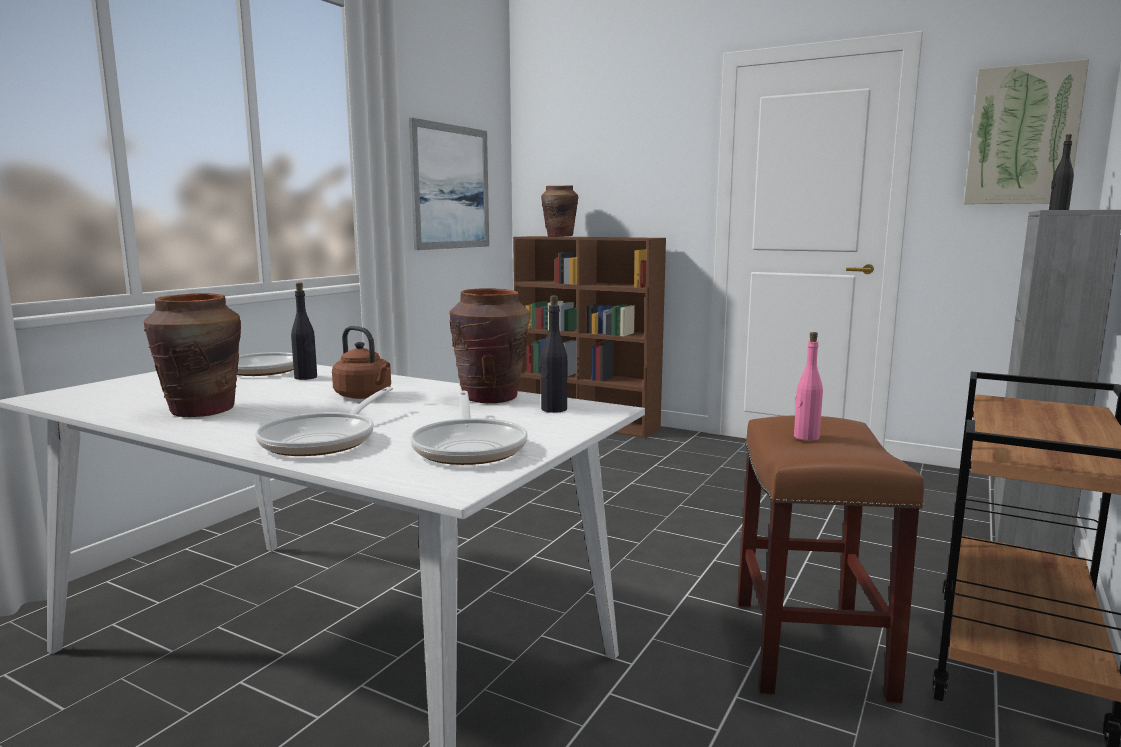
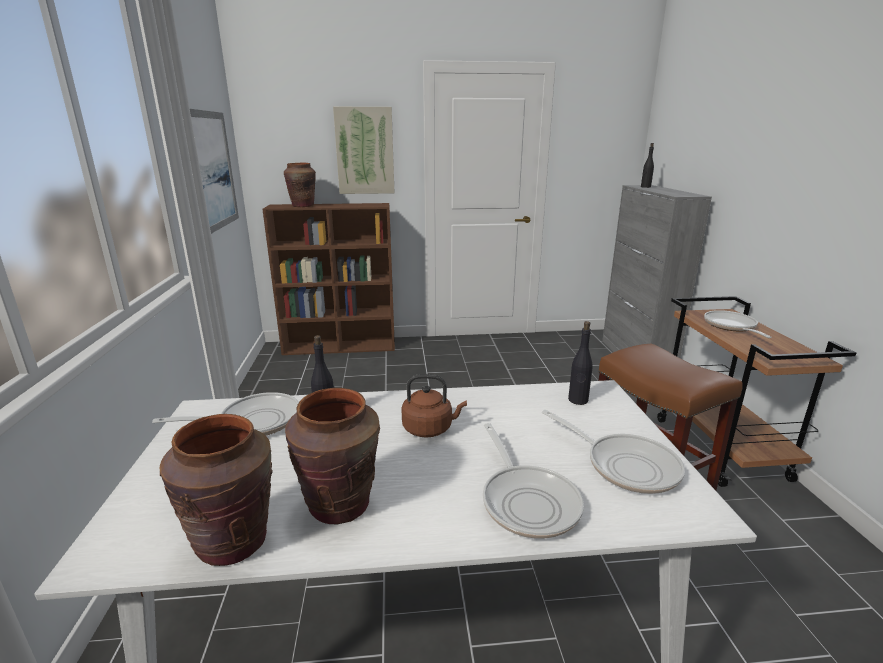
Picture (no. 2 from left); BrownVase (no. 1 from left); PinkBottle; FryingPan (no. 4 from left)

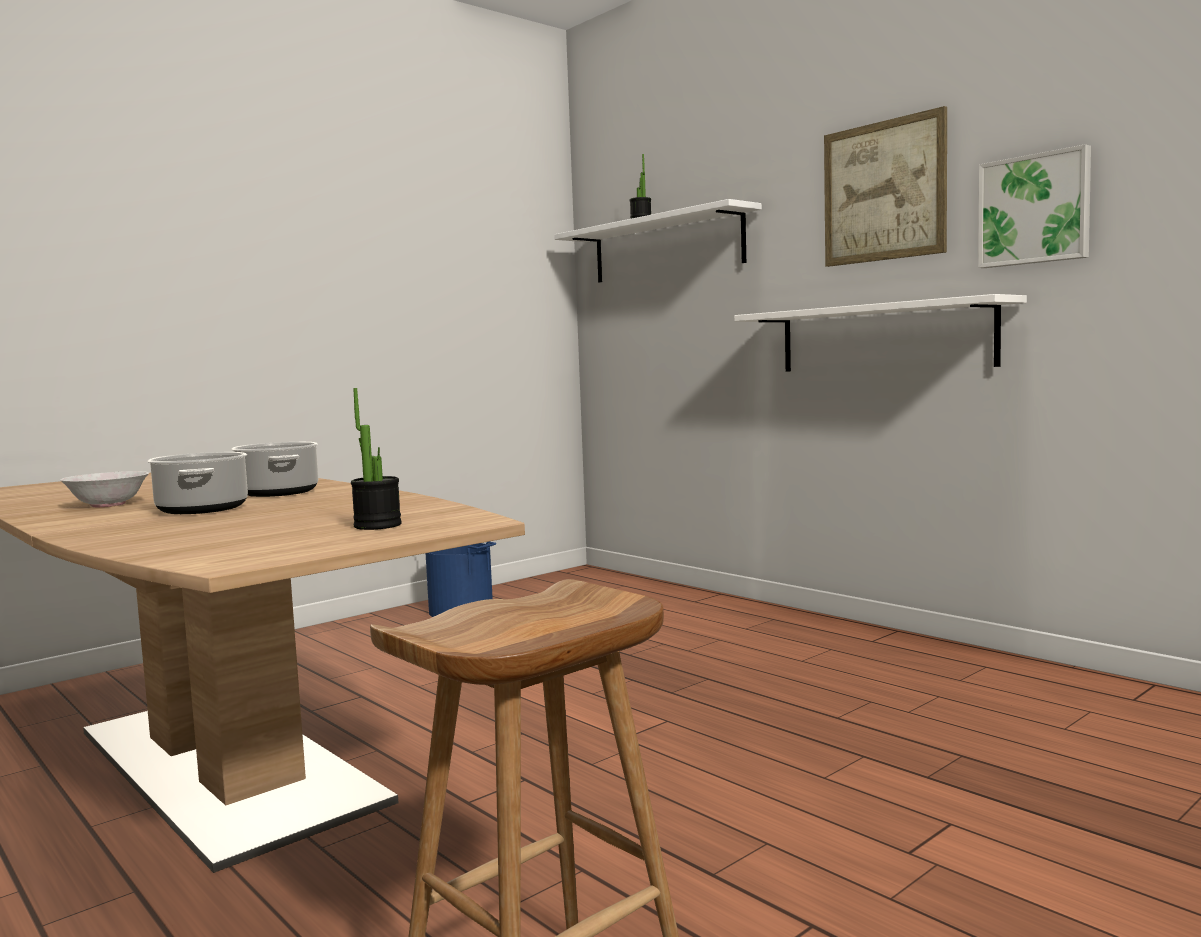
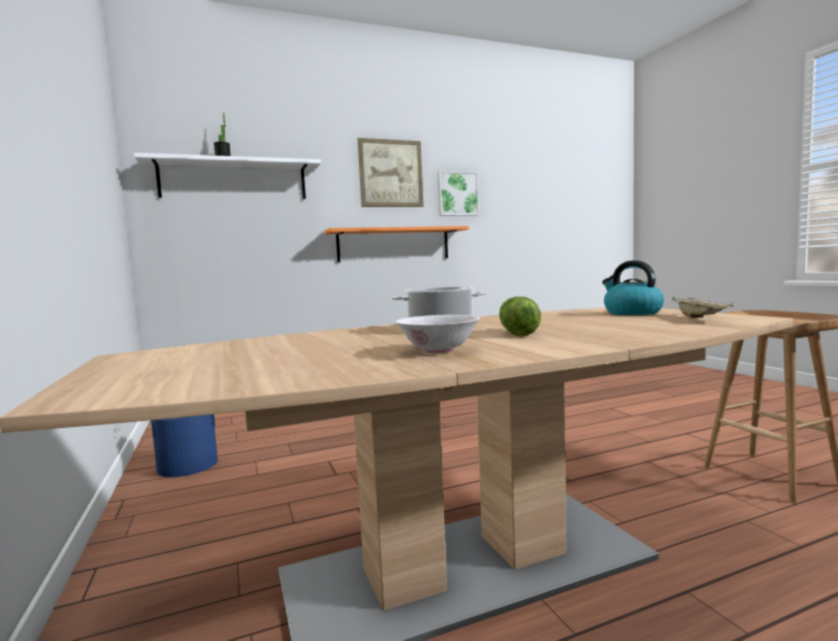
OrangeShelf; Kettle; Lettuce; BeigeTray

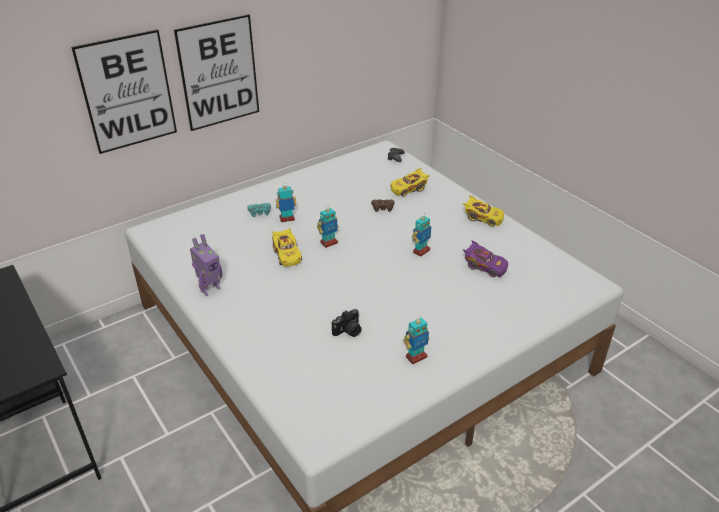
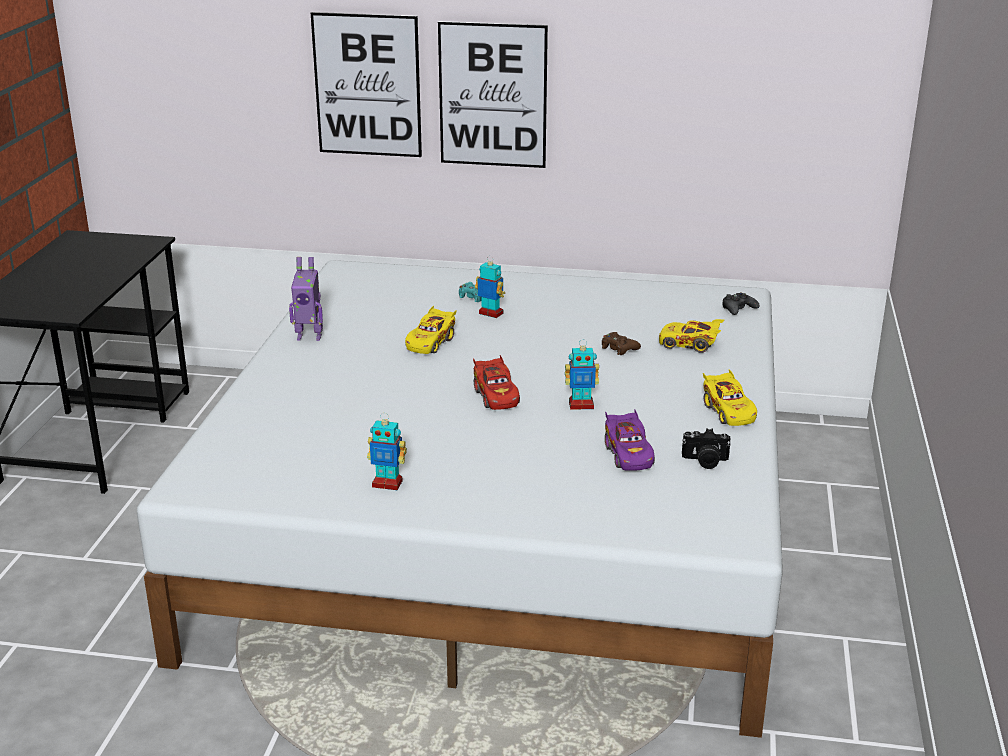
ToyRobot (no. 3 from left in the first image); PhotoCamera; RedToyCar

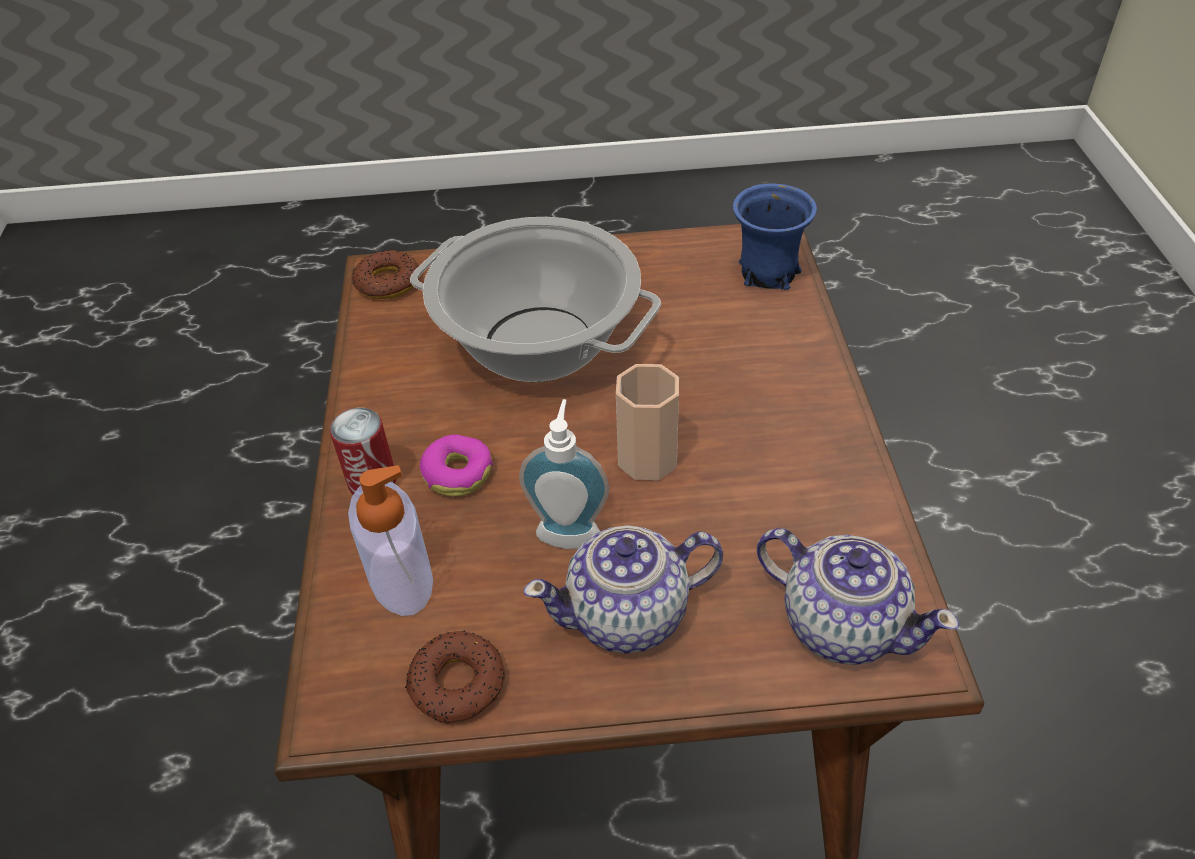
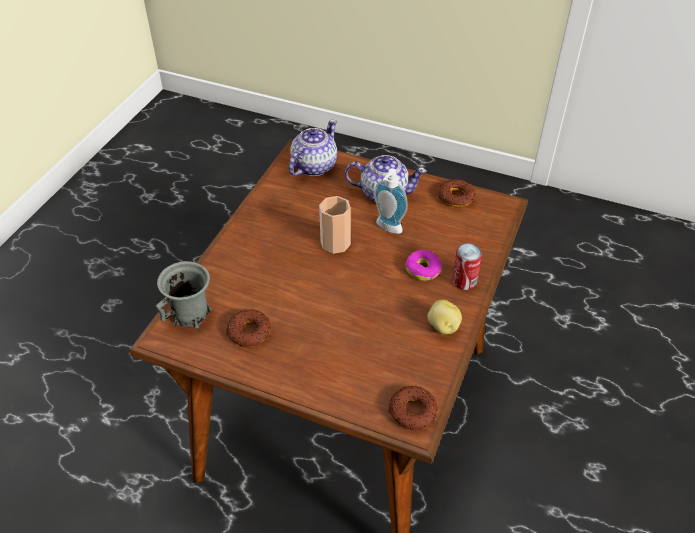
GreyMug; CookingPot; SoapDispenser (no. 1 from left in the first image); Teapot (no. 1 from left); Potato; Donut (no. 1 from left)

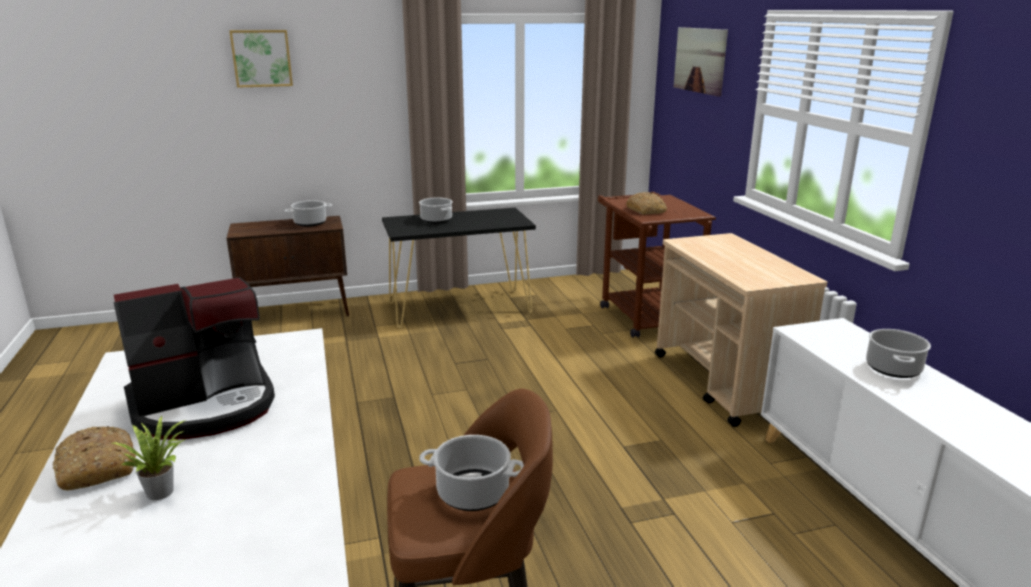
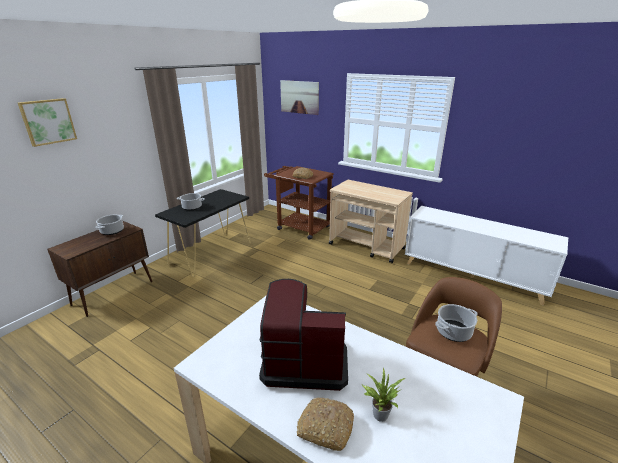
CoffeeMachine; CookingPot (no. 4 from left in the first image)

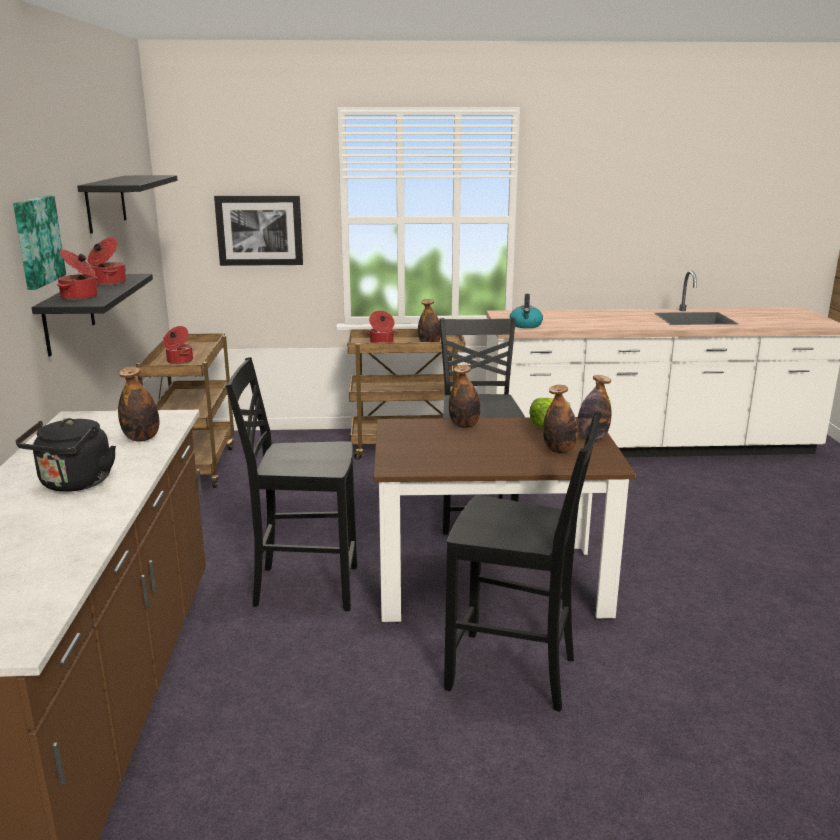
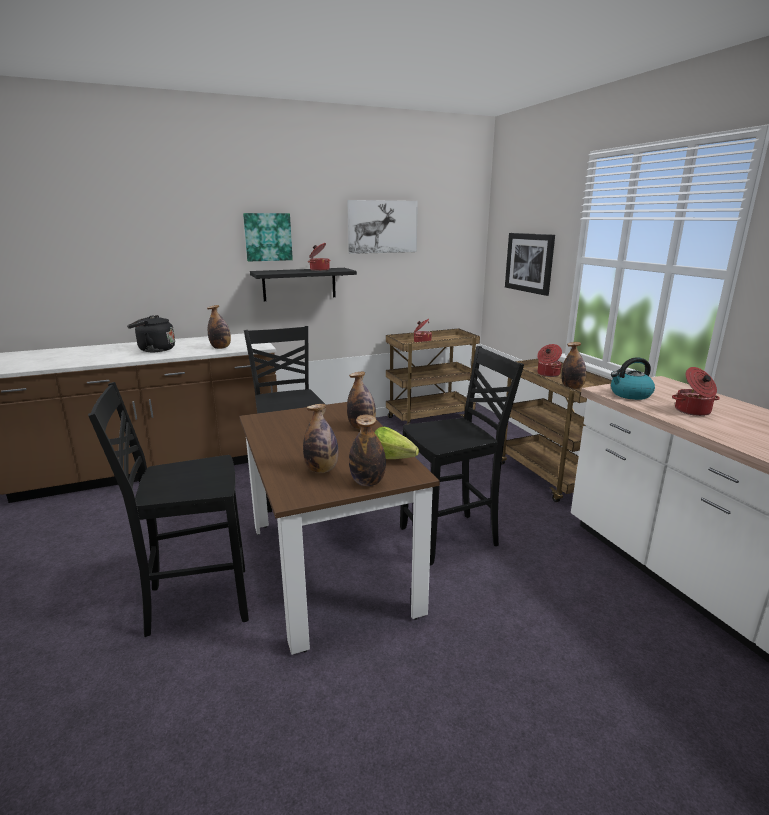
Picture (no. 2 from left); CookingPot (no. 4 from left); BlackChair (no. 1 from left)

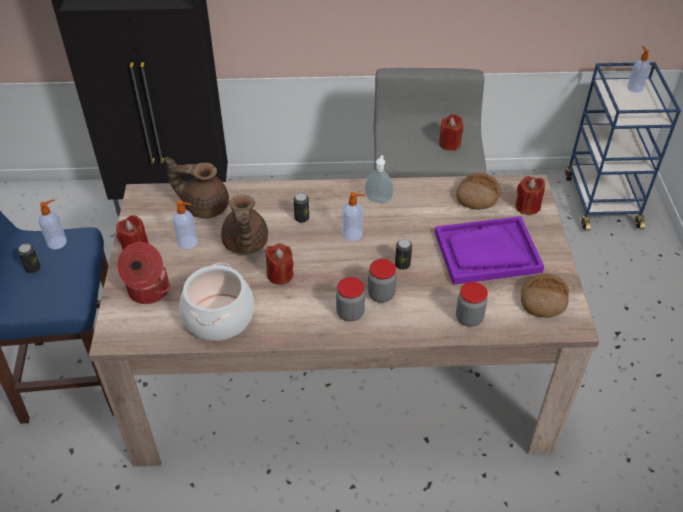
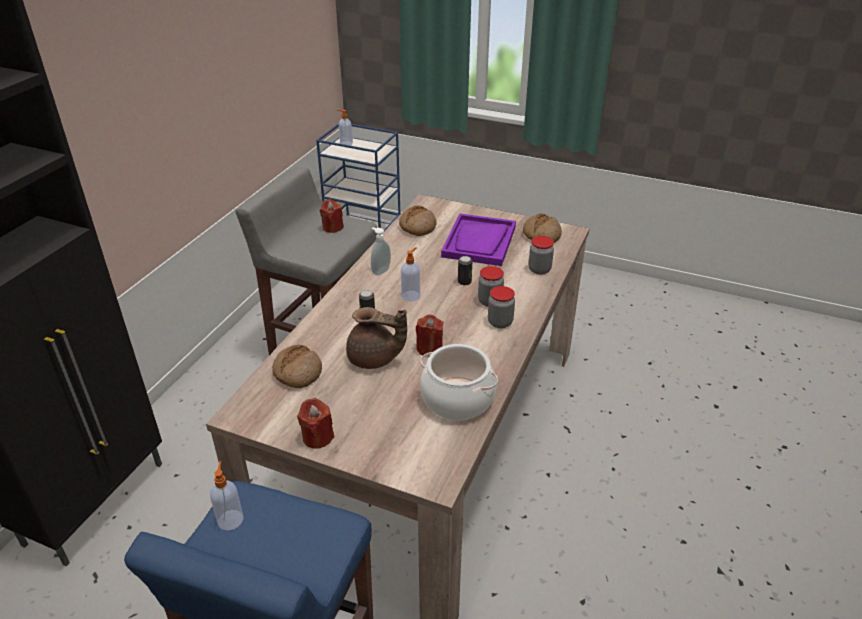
Bread (no. 1 from left); RedCandle (no. 4 from left in the first image); SoapDispenser (no. 2 from left in the first image); CookingPot (no. 1 from left in the first image); Can (no. 1 from left in the first image)

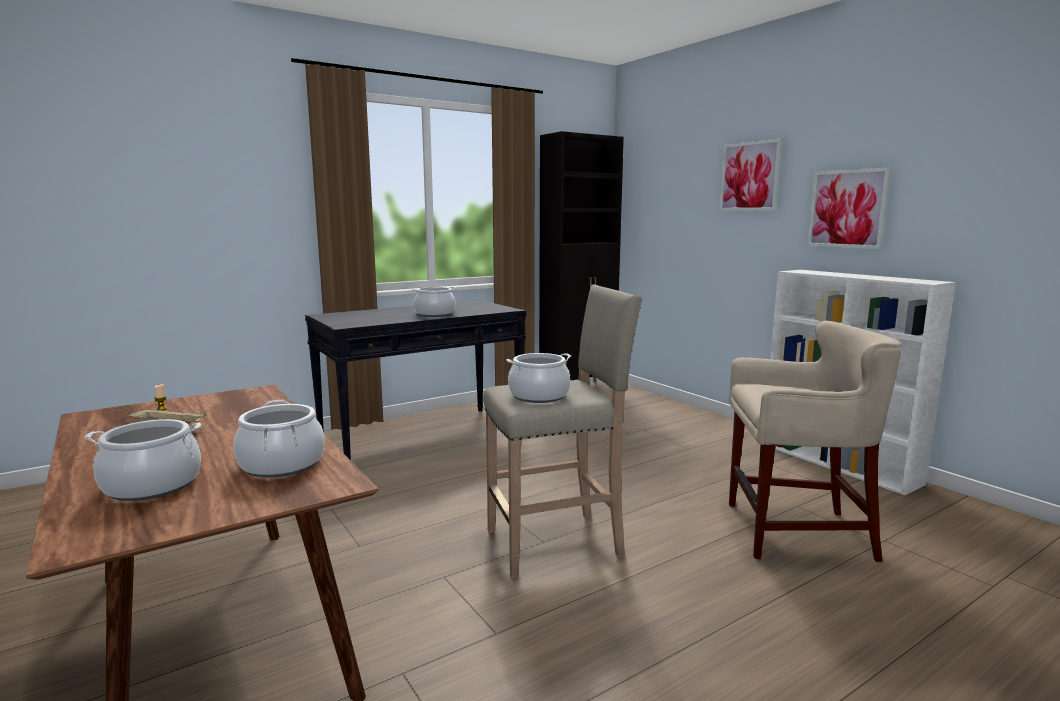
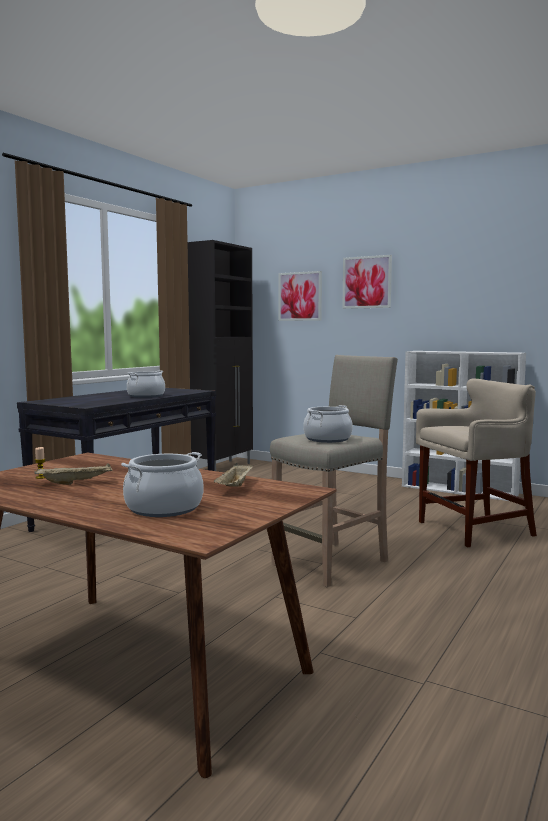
Picture (no. 1 from left); BeigeTray (no. 2 from left)

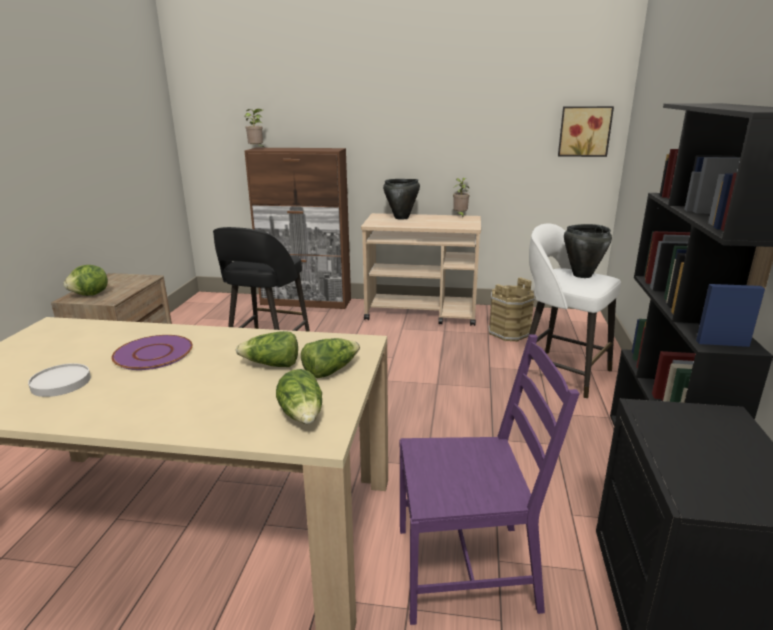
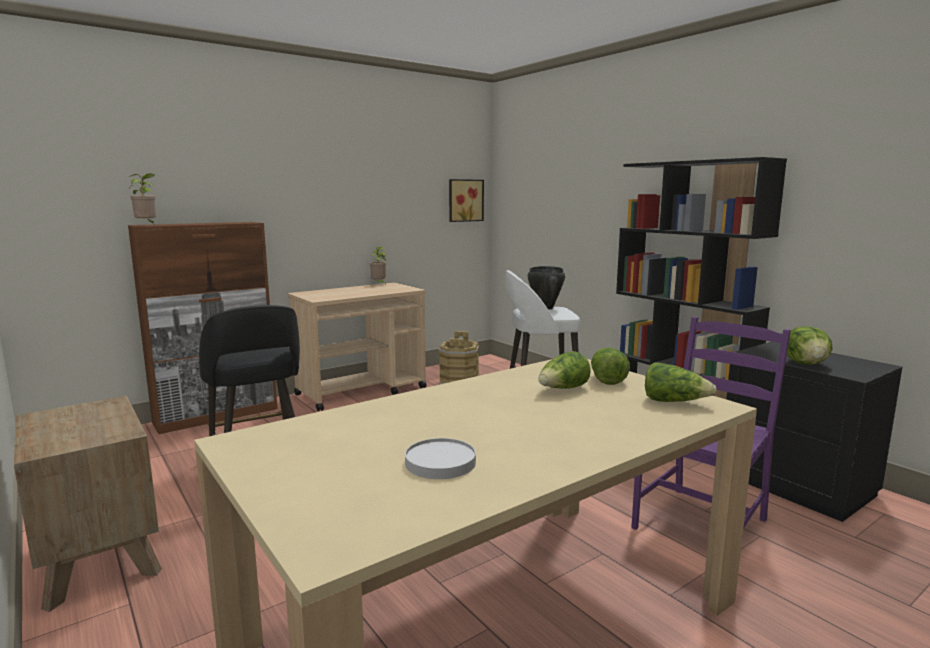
BlackCookingPot (no. 1 from left in the first image); Lettuce (no. 4 from left); PurplePlate

